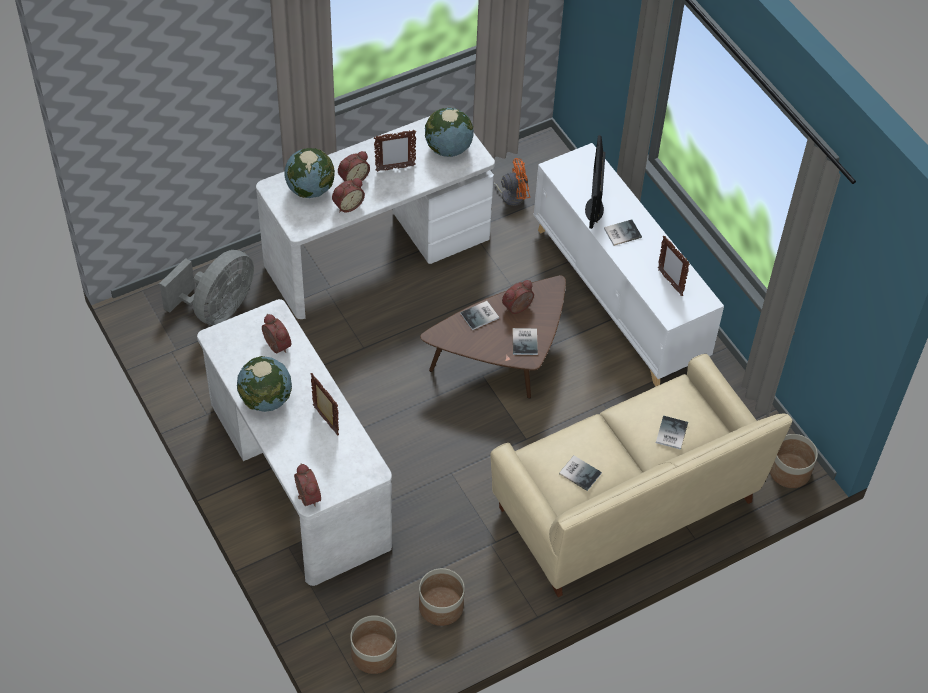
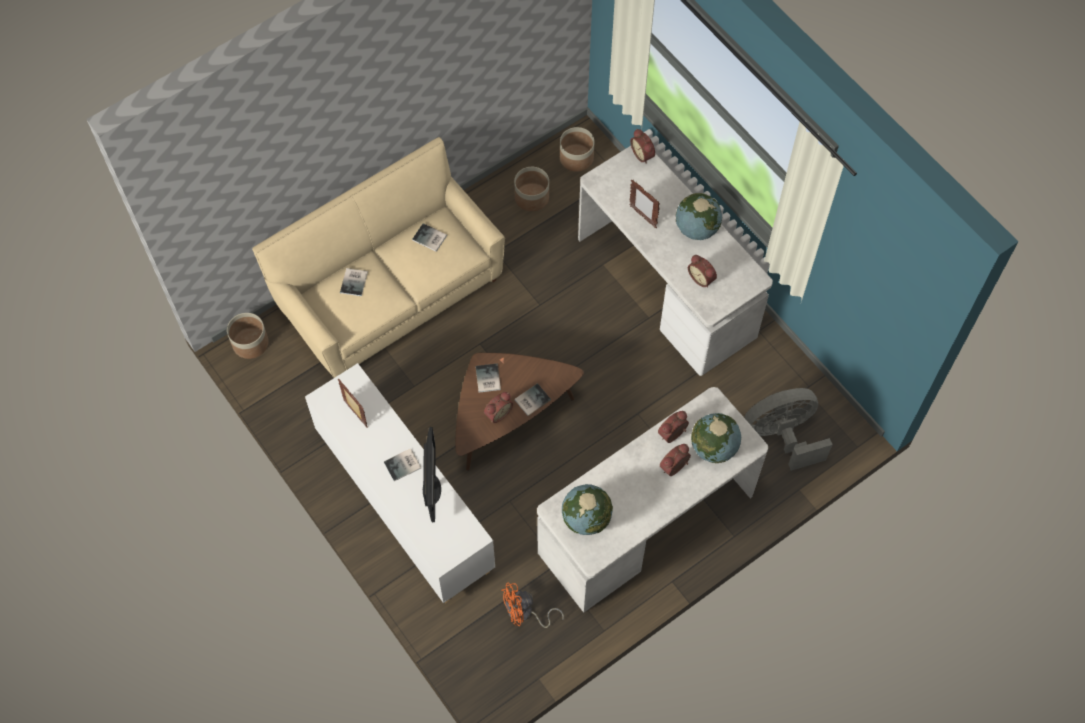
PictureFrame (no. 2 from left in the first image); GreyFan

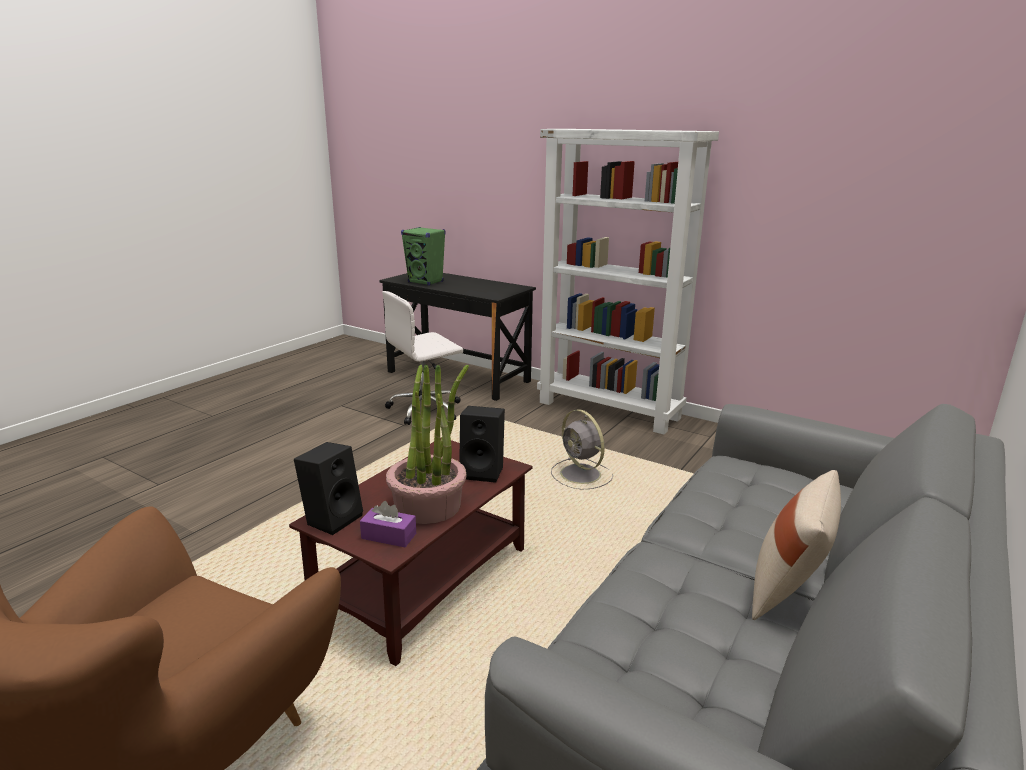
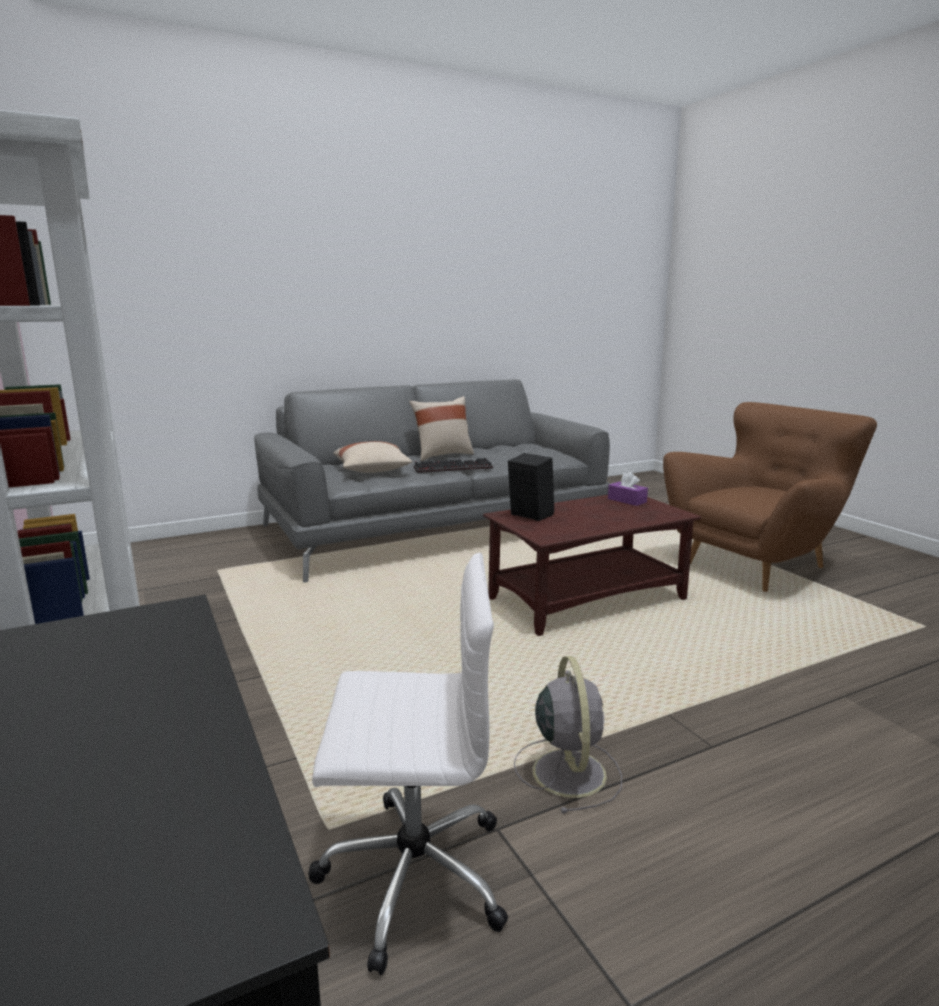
GreenSpeaker; PottedPlant; GreyFan; BlackSpeaker (no. 1 from left in the first image); BeigePillow (no. 1 from left); Keyboard

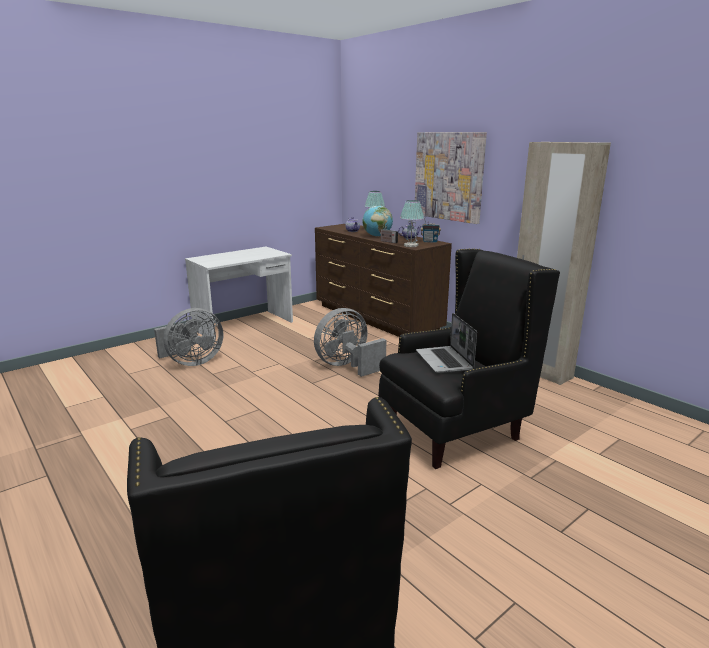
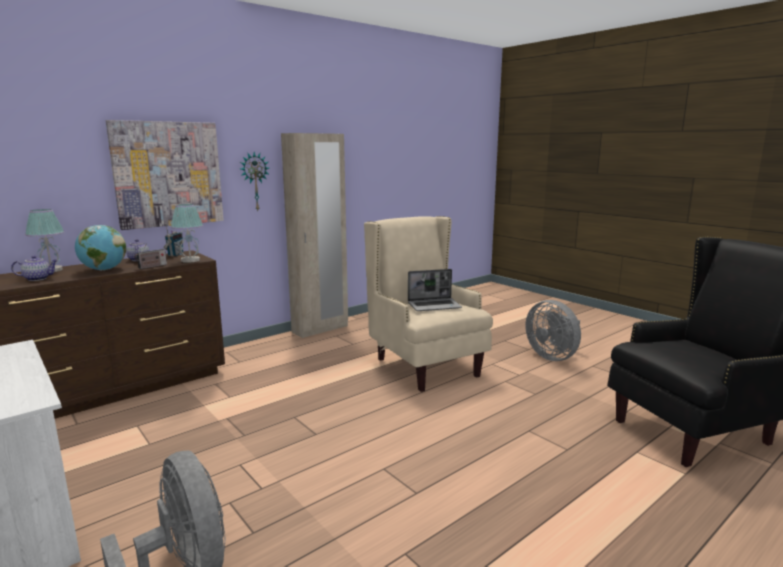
BeigeArmchair; GreyFan (no. 2 from left); WallClock

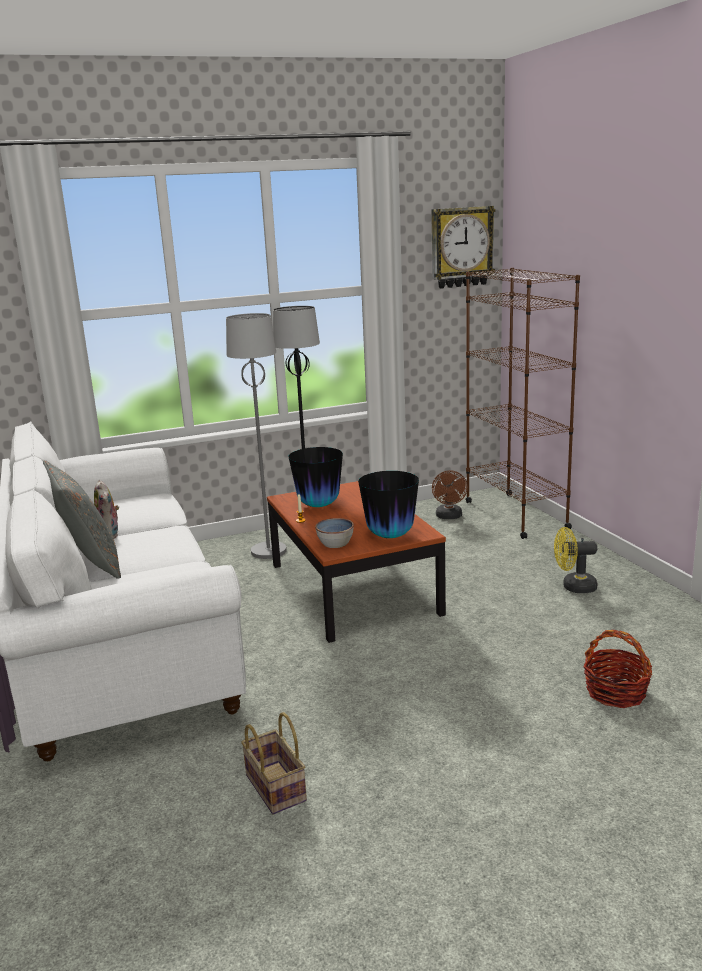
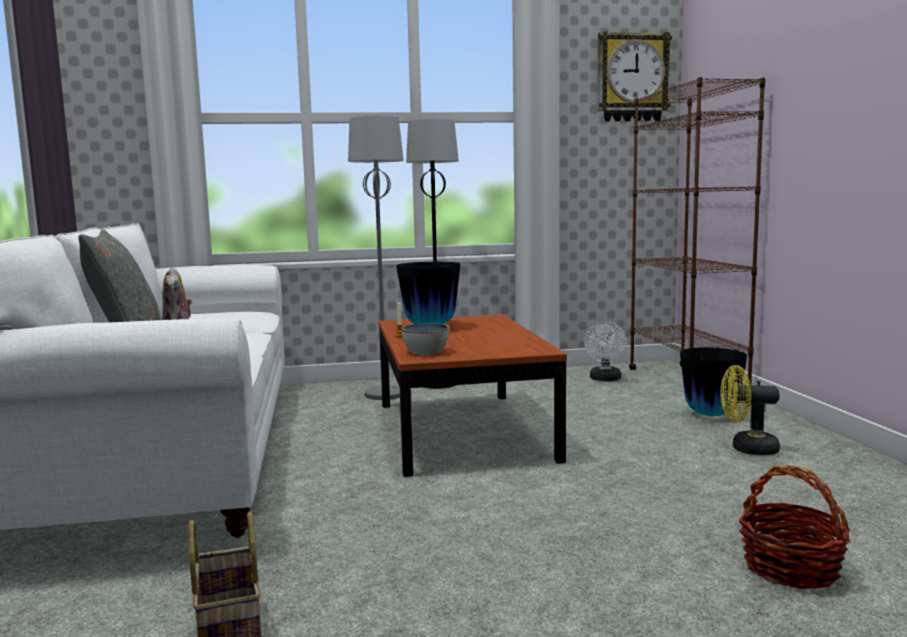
WhiteFan; Vase (no. 2 from left)

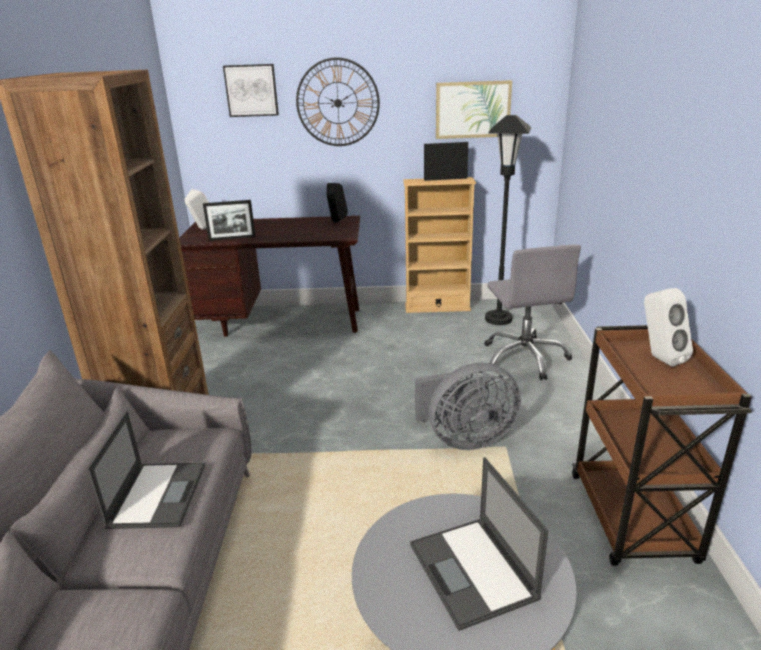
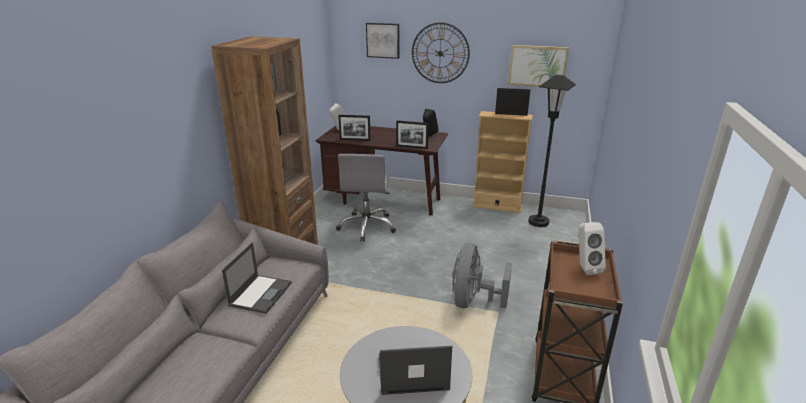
GreyOfficeChair; GreyFan; Laptop (no. 2 from left); PictureFrame (no. 2 from left)

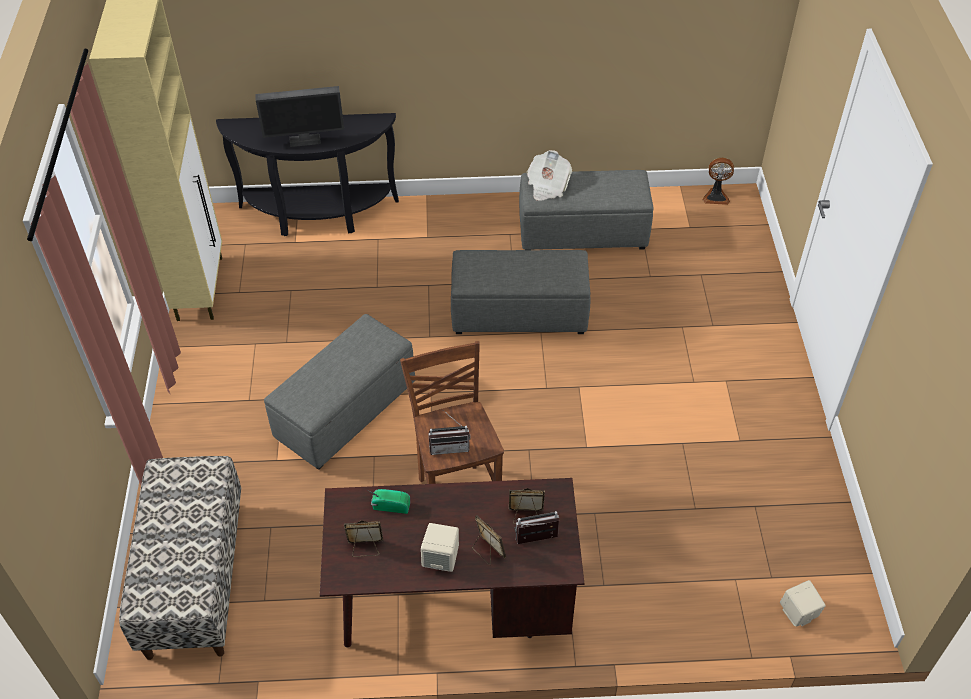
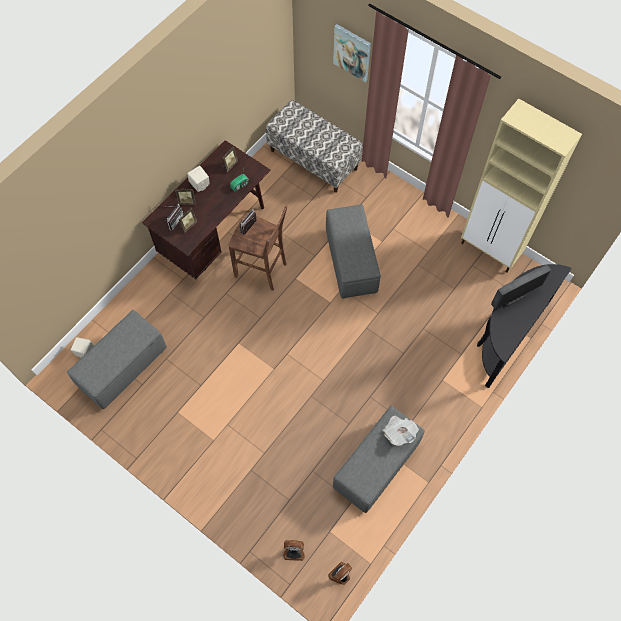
Monitor; GreyOttoman (no. 1 from left); Picture; Fan (no. 1 from left)

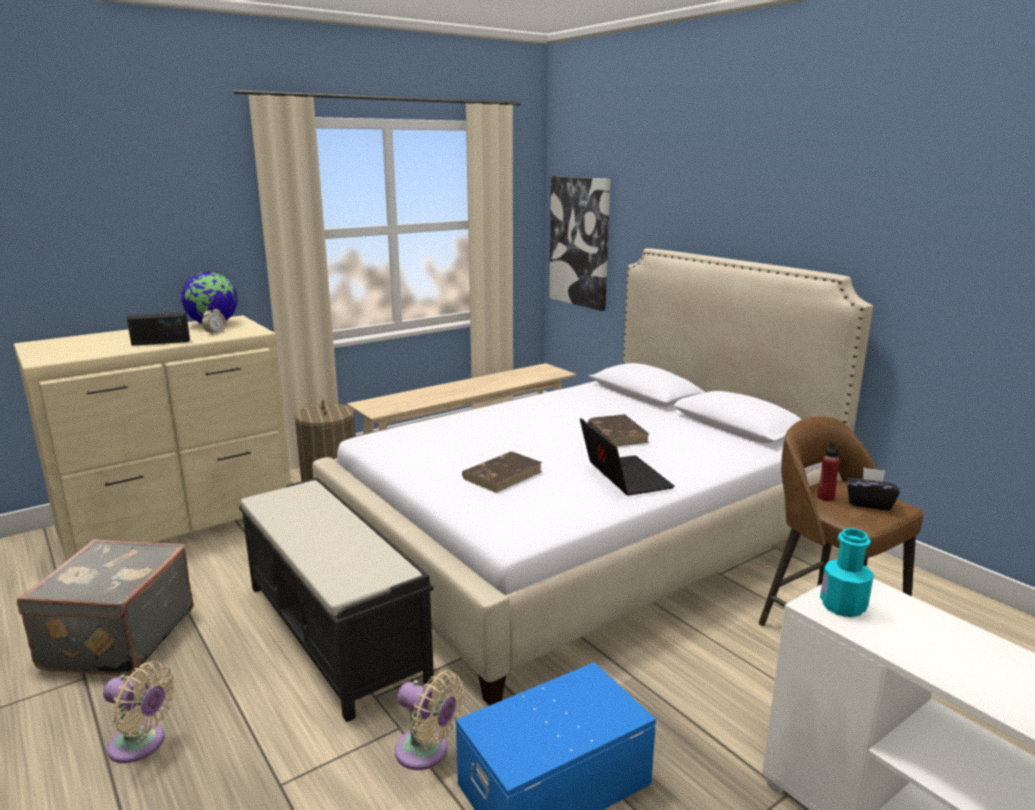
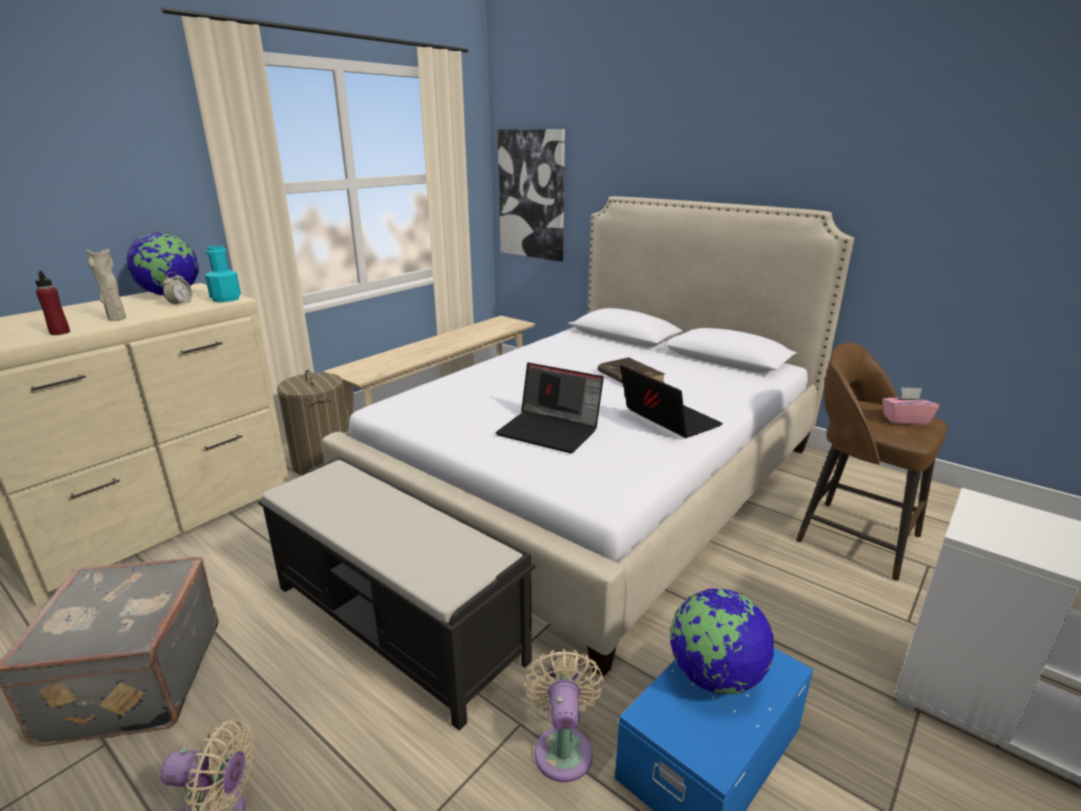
BeigeVase; RedBottle; Laptop (no. 1 from left); PinkTissueBox; TurquoiseBottle; BeigeFan (no. 2 from left); Globe (no. 2 from left)

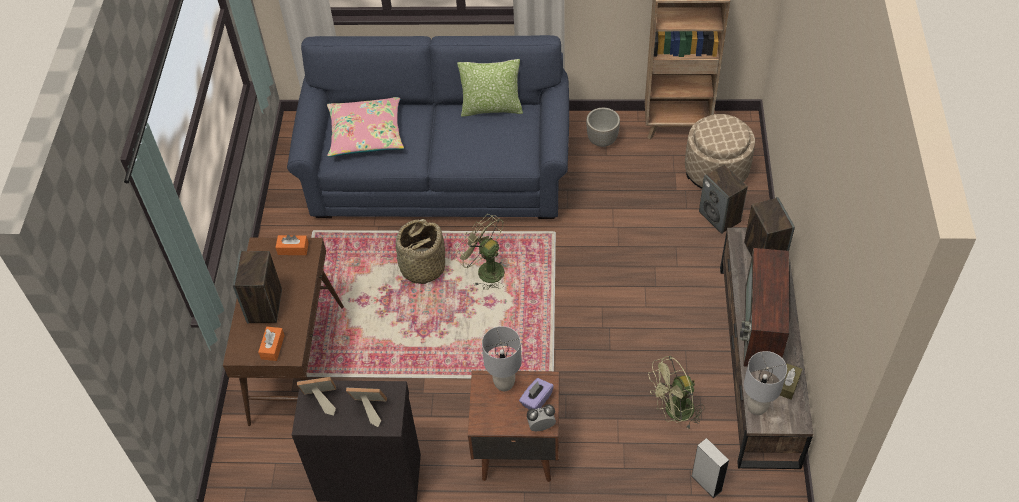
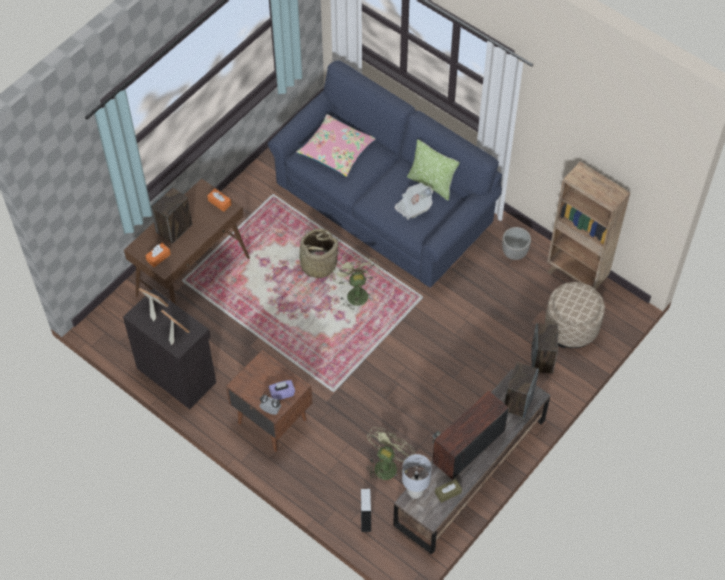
GreyTableLamp (no. 1 from left in the first image); GreenFan (no. 2 from left); Newspaper

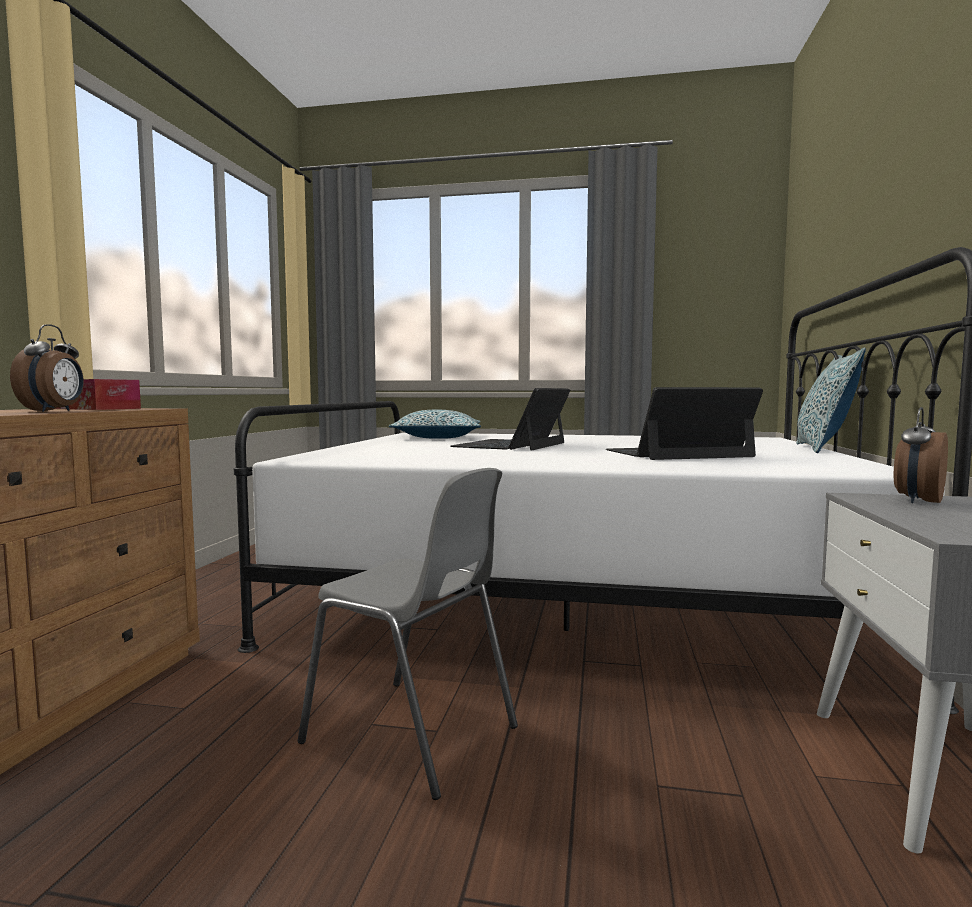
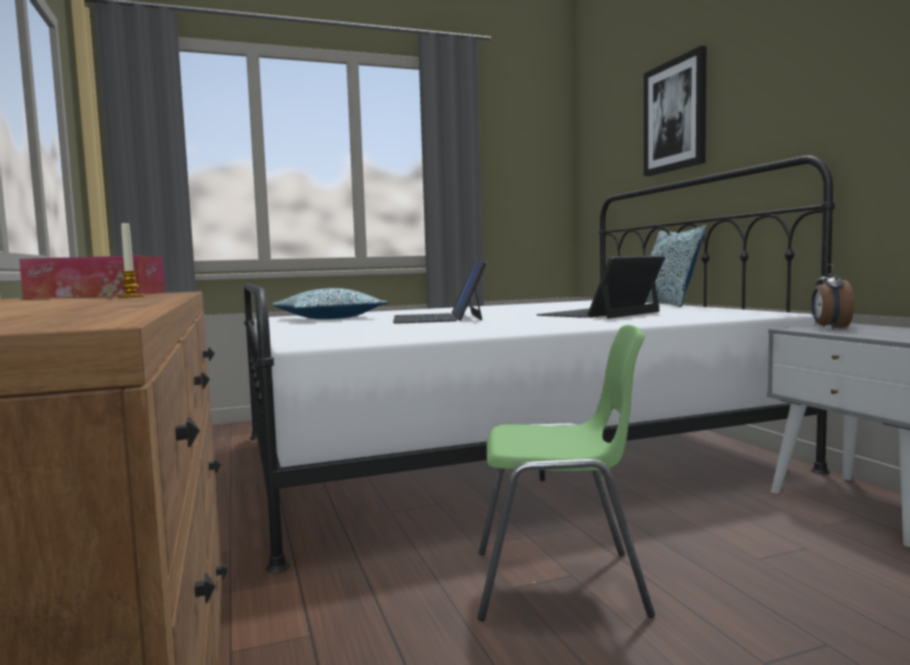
Candle; GreenChair; Picture

